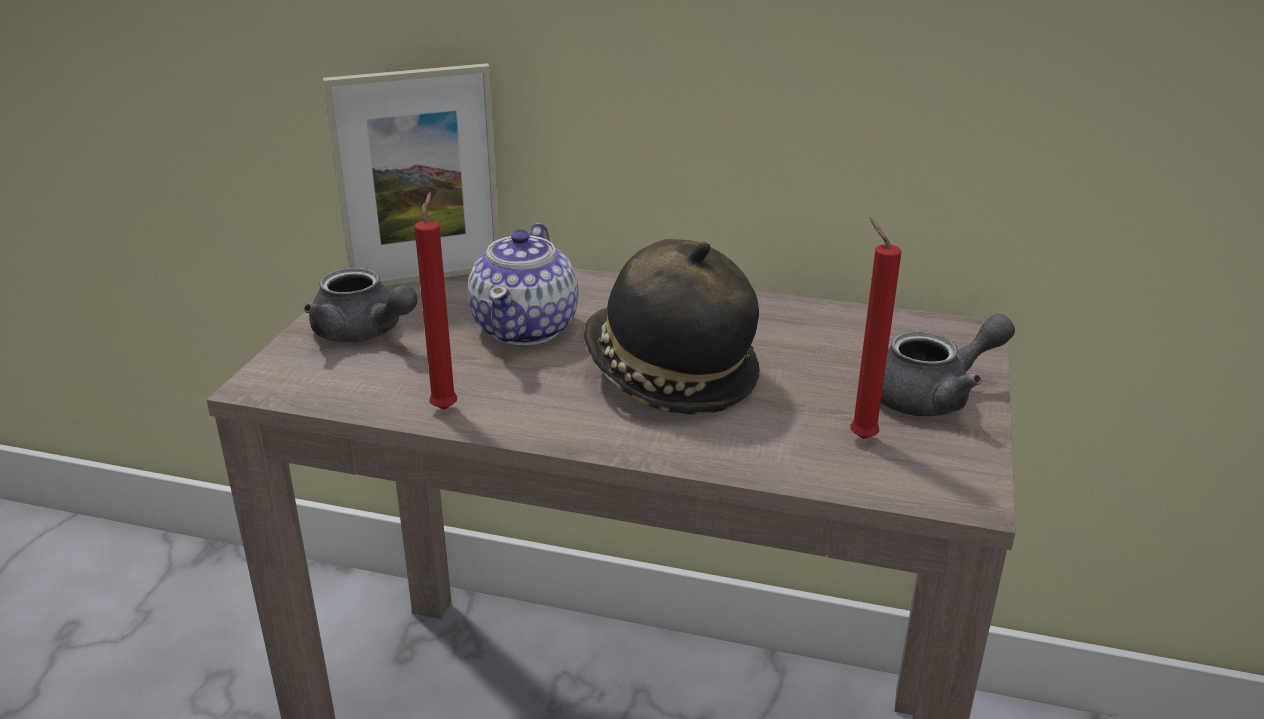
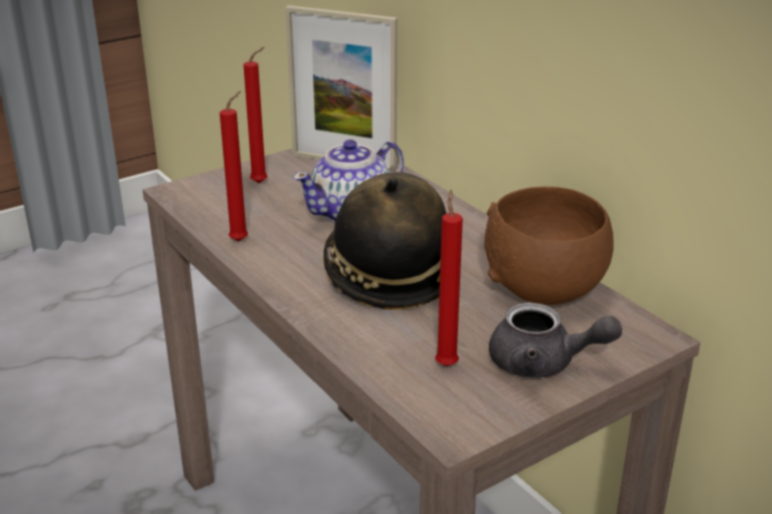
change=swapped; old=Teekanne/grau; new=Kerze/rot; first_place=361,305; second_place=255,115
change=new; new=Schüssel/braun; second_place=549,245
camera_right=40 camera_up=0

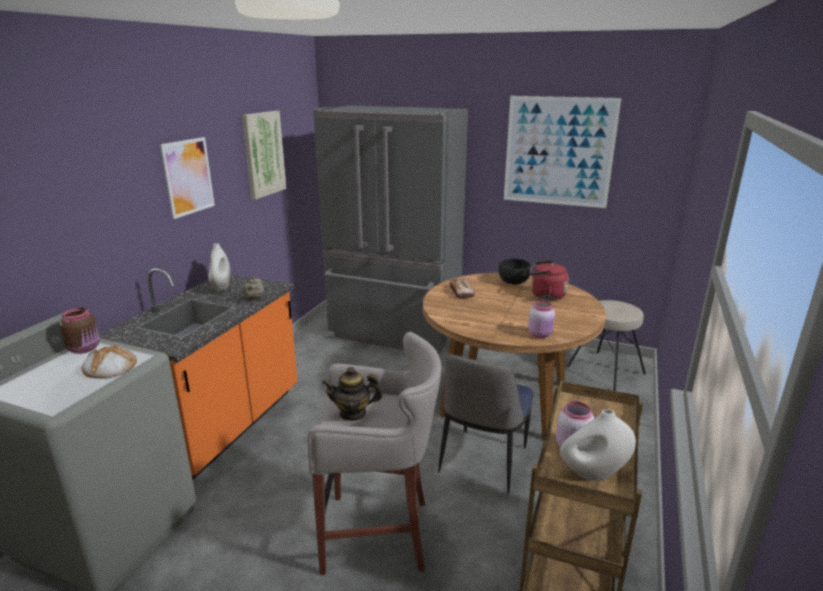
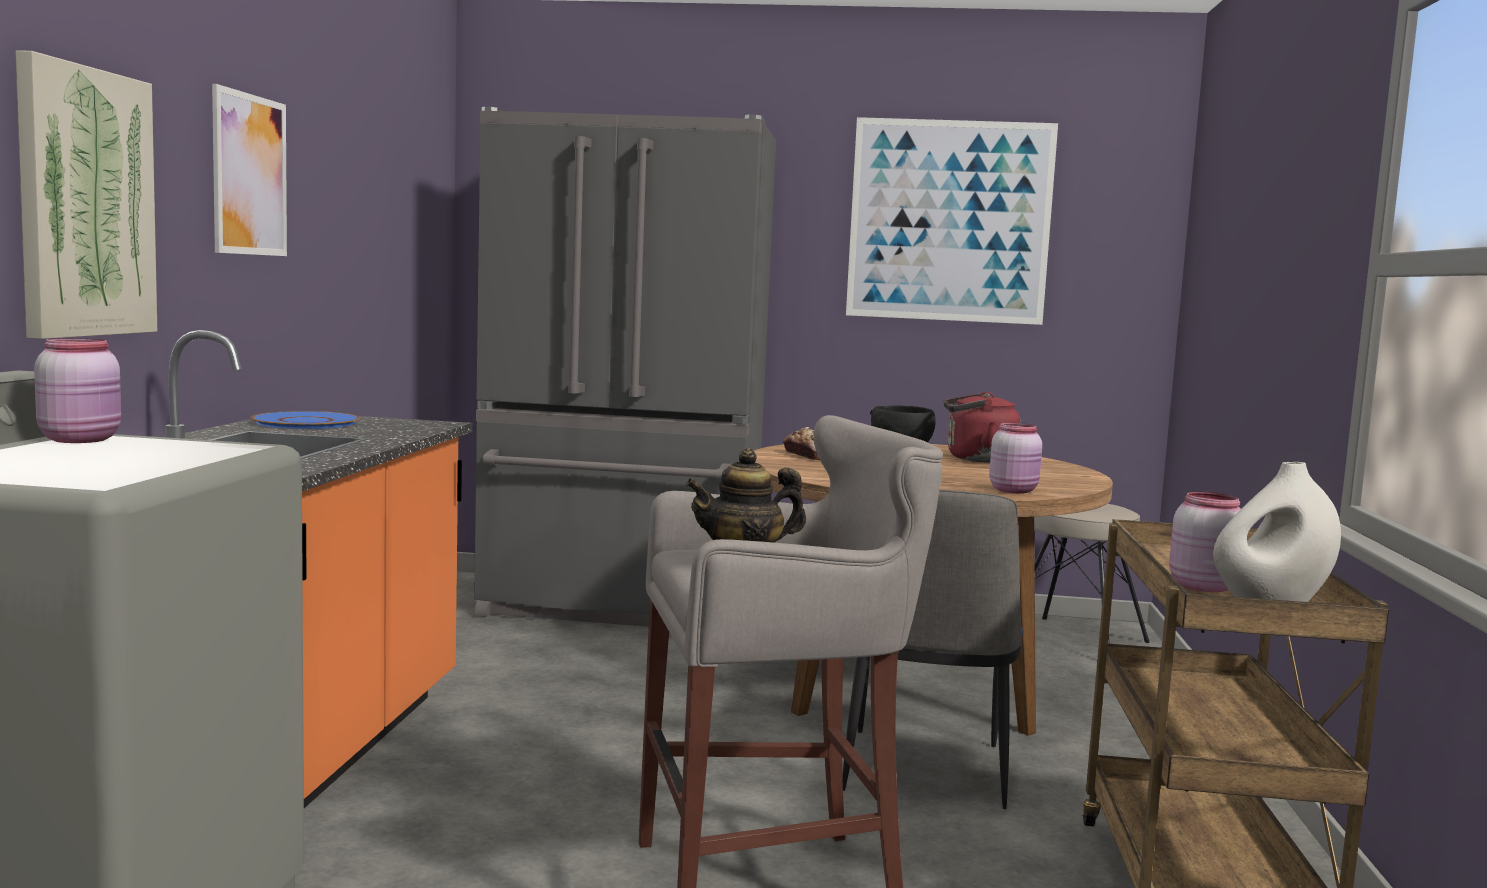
change=shifted; old=Bild; first_place=264,155; second_place=86,194
change=swapped; old=Vase/weiß; new=Teller/blau; first_place=219,267; second_place=305,420
change=gone; old=Teekanne/beige; first_place=254,287
change=repainted; old=Vorratsglas/braun; new=Vorratsglas/rosa; first_place=80,331; second_place=77,390
change=gone; old=Brot; first_place=109,362
camera_right=-15 camera_up=-15

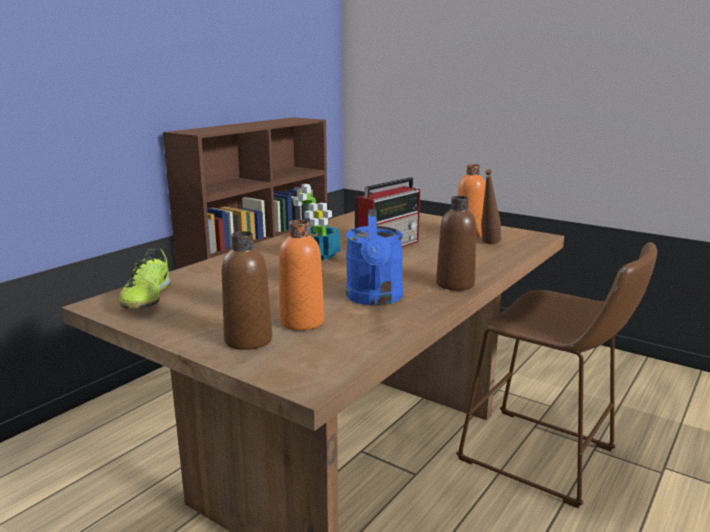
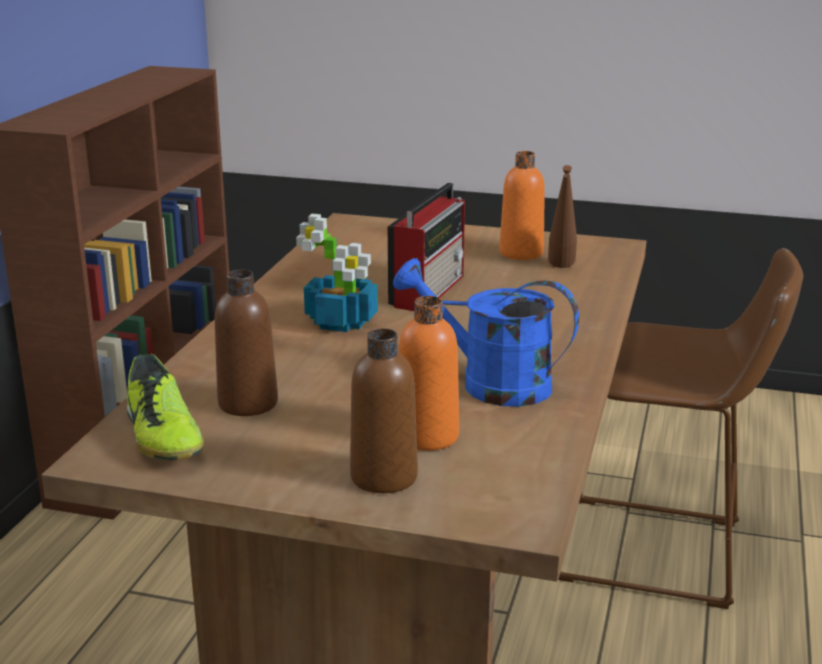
change=shifted; old=Flasche/braun; first_place=456,243; second_place=246,343
change=rotated; old=Gießkanne/blau; first_place=374,258; second_place=486,332; degrees=135
camera_right=-20 camera_up=5

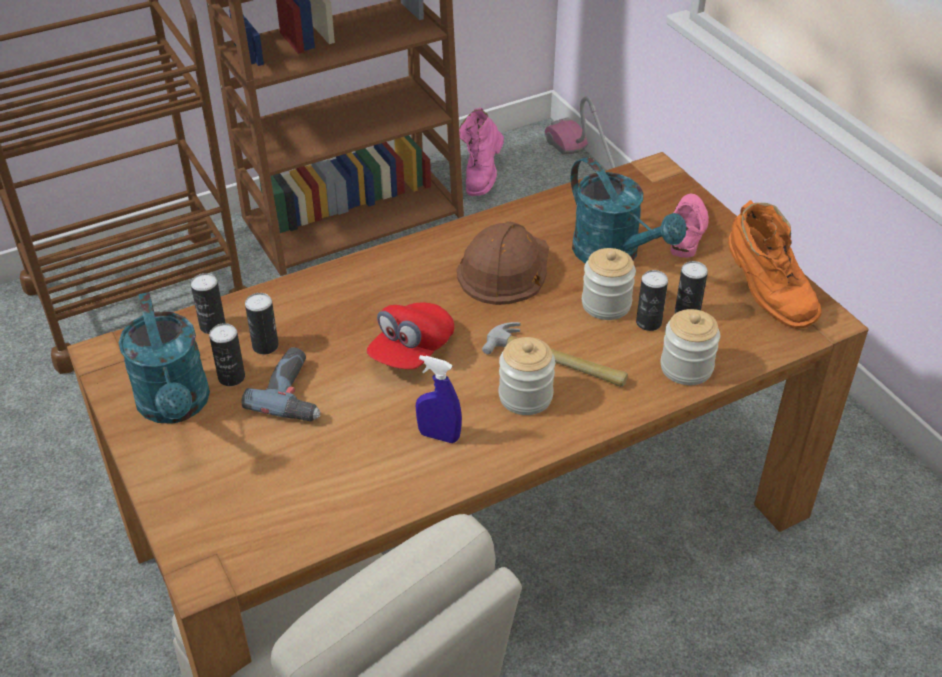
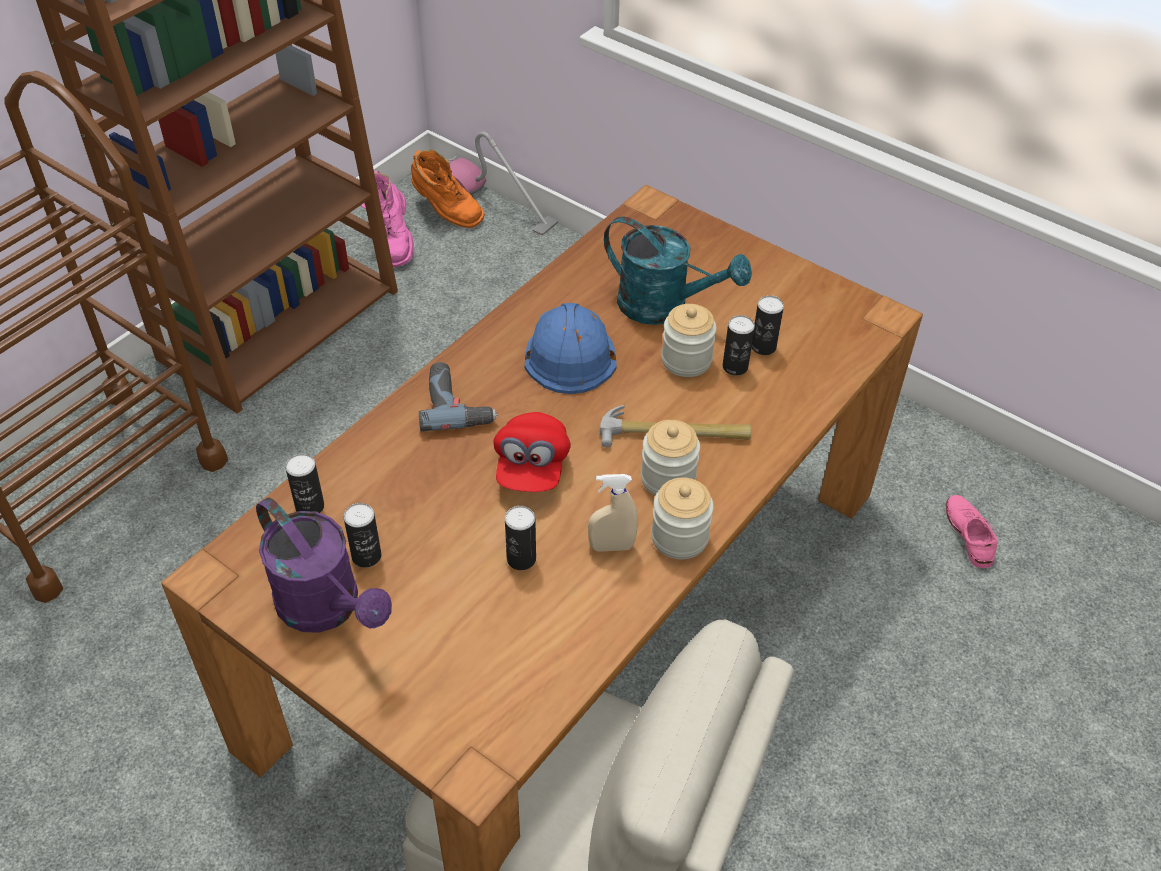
change=shifted; old=Schuh/rosa; first_place=689,226; second_place=972,531
change=shifted; old=Stiefel/orange; first_place=774,264; second_place=448,188
change=repainted; old=Schutzhelm/braun; new=Schutzhelm/blau; first_place=503,263; second_place=571,348
change=repainted; old=Gießkanne/türkis; new=Gießkanne/lila; first_place=164,358; second_place=324,565
change=shifted; old=Dose; first_place=262,324; second_place=520,538
change=shifted; old=Vorratsglas; first_place=690,347; second_place=682,518
change=shifted; old=Bohrmaschine; first_place=281,384; second_place=458,397
change=repainted; old=Sprühflasche/blau; new=Sprühflasche/beige; first_place=439,399; second_place=613,513
camera_right=-25 camera_up=5

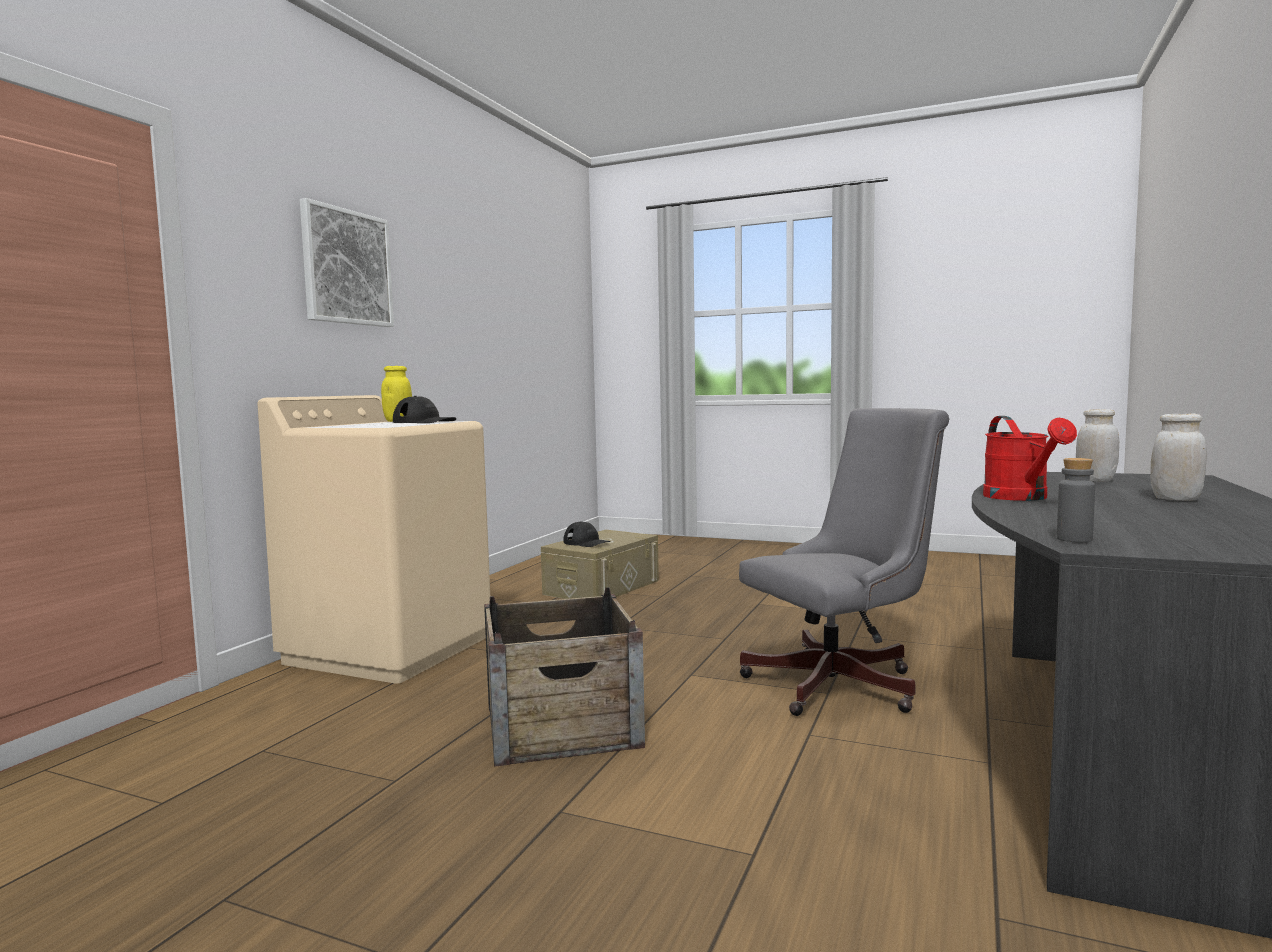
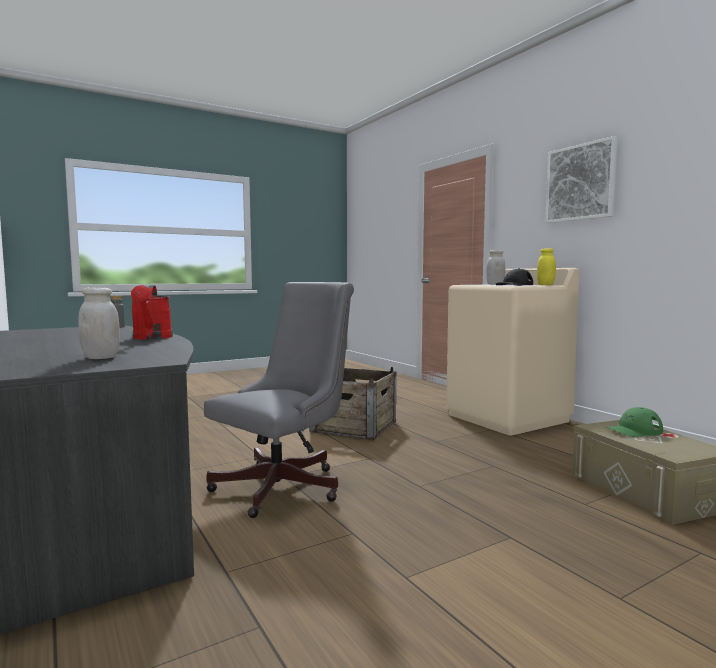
change=rotated; old=Bürostuhl/grau; first_place=844,562; second_place=279,400; degrees=-150
change=shifted; old=Vorratsglas/weiß; first_place=1178,457; second_place=495,267
change=rotated; old=Gießkanne/rot; first_place=1030,458; second_place=152,312; degrees=-135
change=repainted; old=Kappe/schwarz; new=Kappe/grün; first_place=587,534; second_place=634,422
camera_right=125 camera_up=0

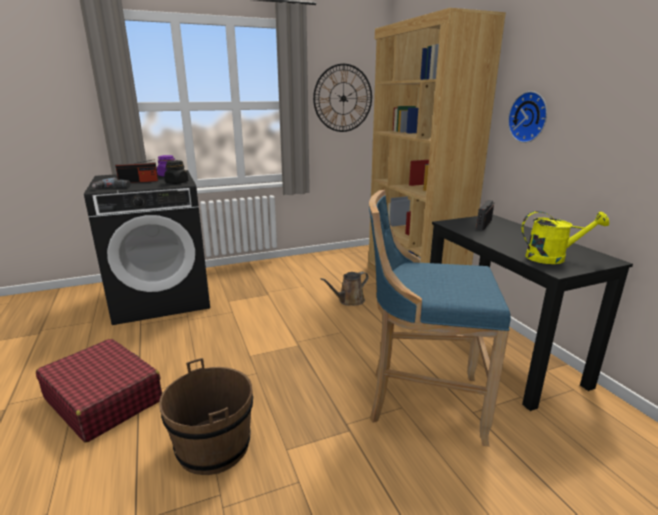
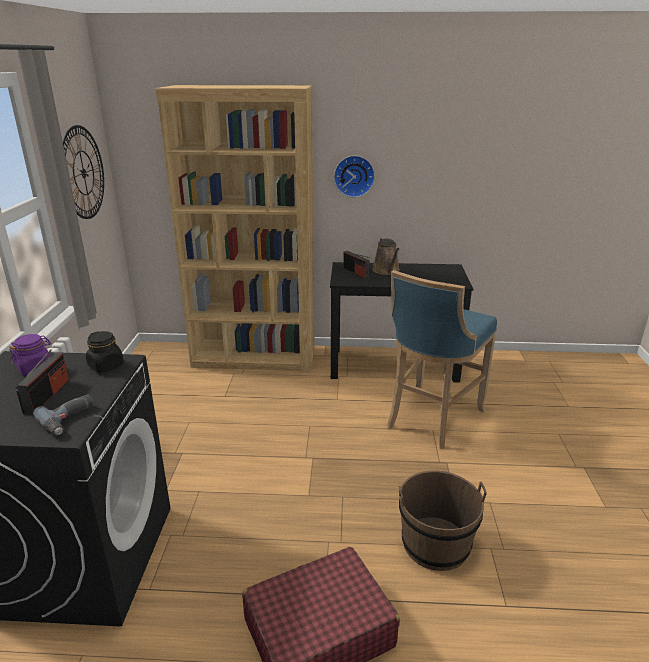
change=gone; old=Gießkanne/gelb; first_place=565,237
change=shifted; old=Gießkanne/braun; first_place=344,289; second_place=386,256
camera_right=-65 camera_up=5

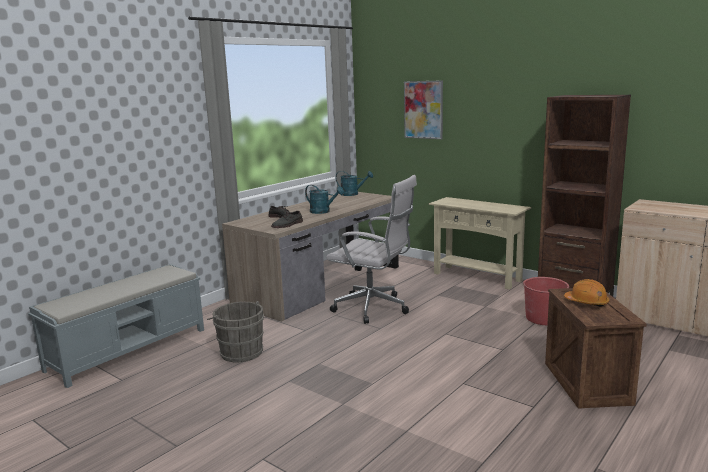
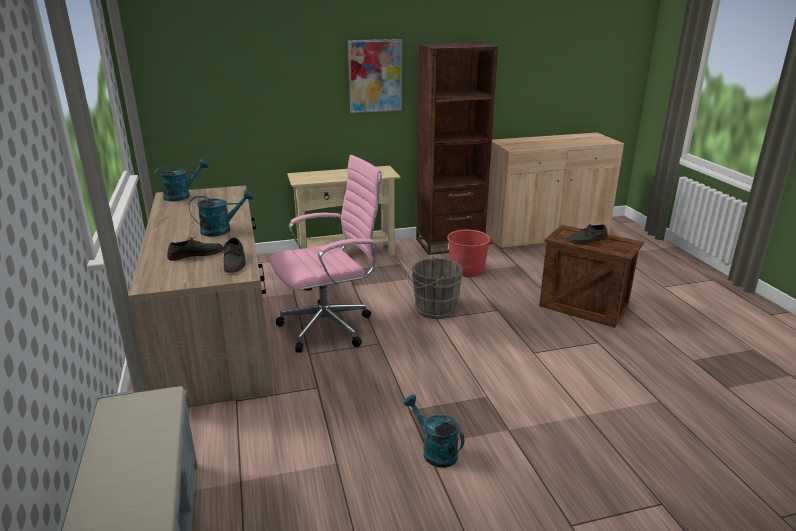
change=shifted; old=Bild; first_place=423,109; second_place=375,76
change=repainted; old=Bürostuhl/weiß; new=Bürostuhl/rosa; first_place=371,249; second_place=326,254
change=swapped; old=Schutzhelm/orange; new=Schuh/grau; first_place=586,293; second_place=587,234
change=shifted; old=Eimer/grau; first_place=235,331; second_place=435,287
change=new; new=Gießkanne/türkis; second_place=434,431
camera_right=-55 camera_up=10

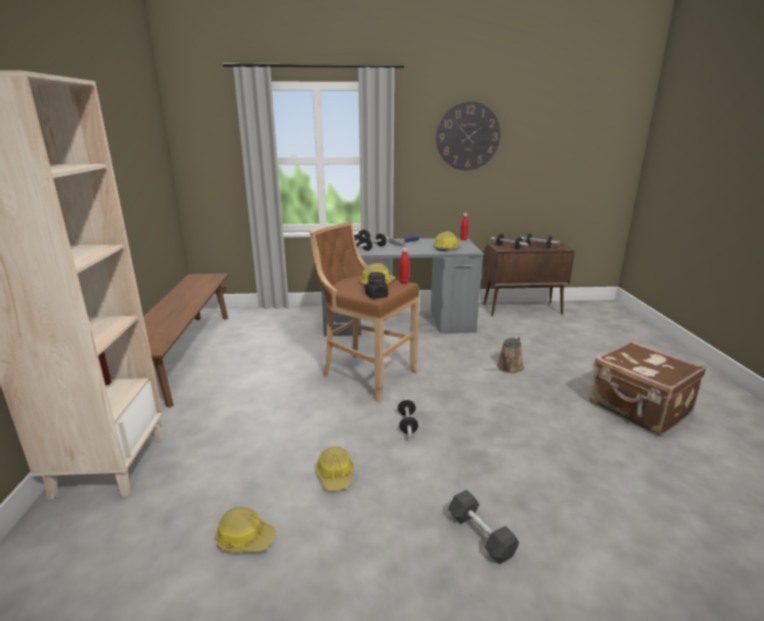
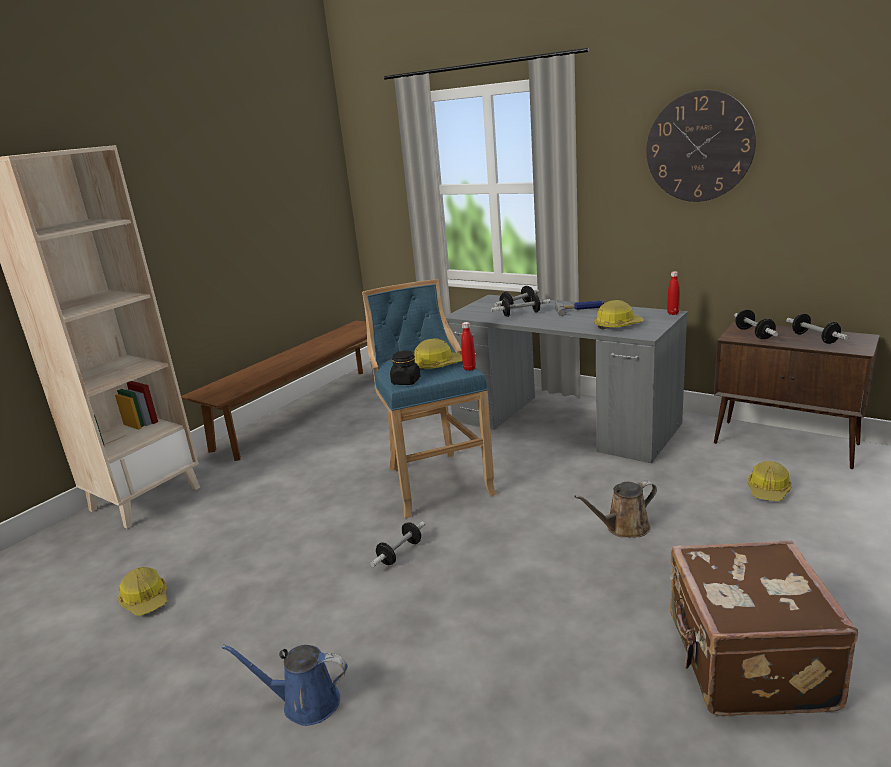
change=repainted; old=Hocker/braun; new=Hocker/blau; first_place=365,312; second_place=429,398
change=shifted; old=Schutzhelm; first_place=335,468; second_place=770,481
change=swapped; old=Hantel/schwarz; new=Gießkanne/blau; first_place=483,527; second_place=285,685
camera_right=40 camera_up=0

